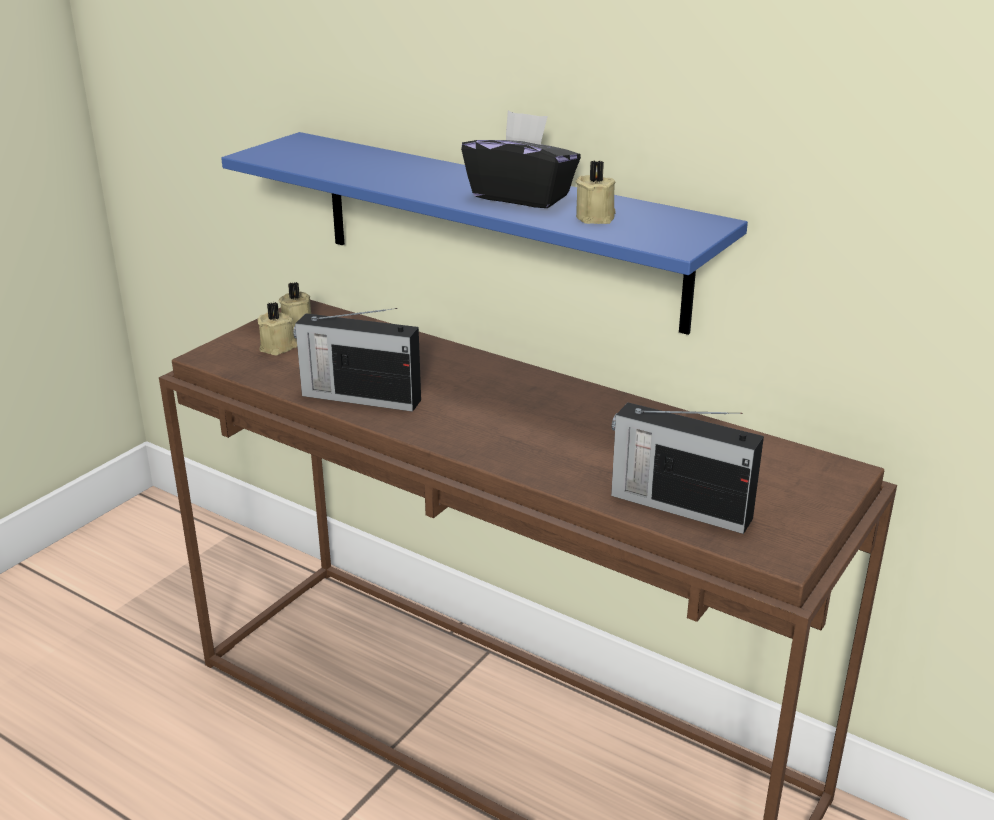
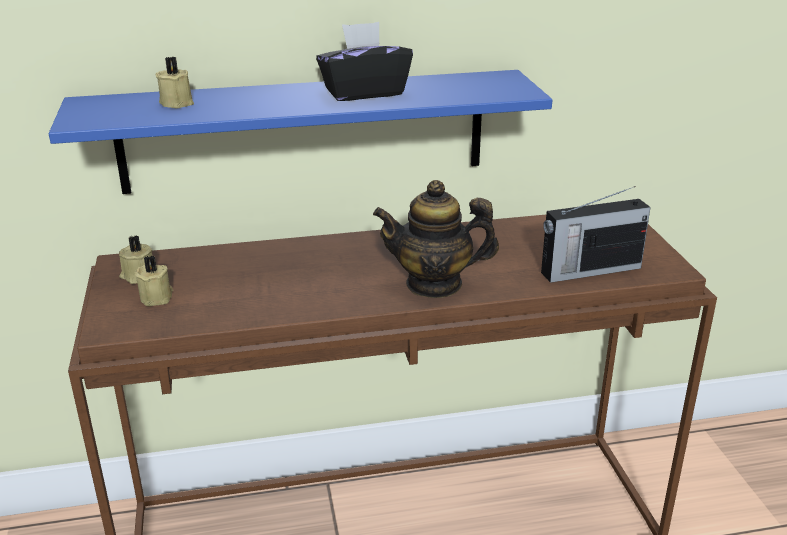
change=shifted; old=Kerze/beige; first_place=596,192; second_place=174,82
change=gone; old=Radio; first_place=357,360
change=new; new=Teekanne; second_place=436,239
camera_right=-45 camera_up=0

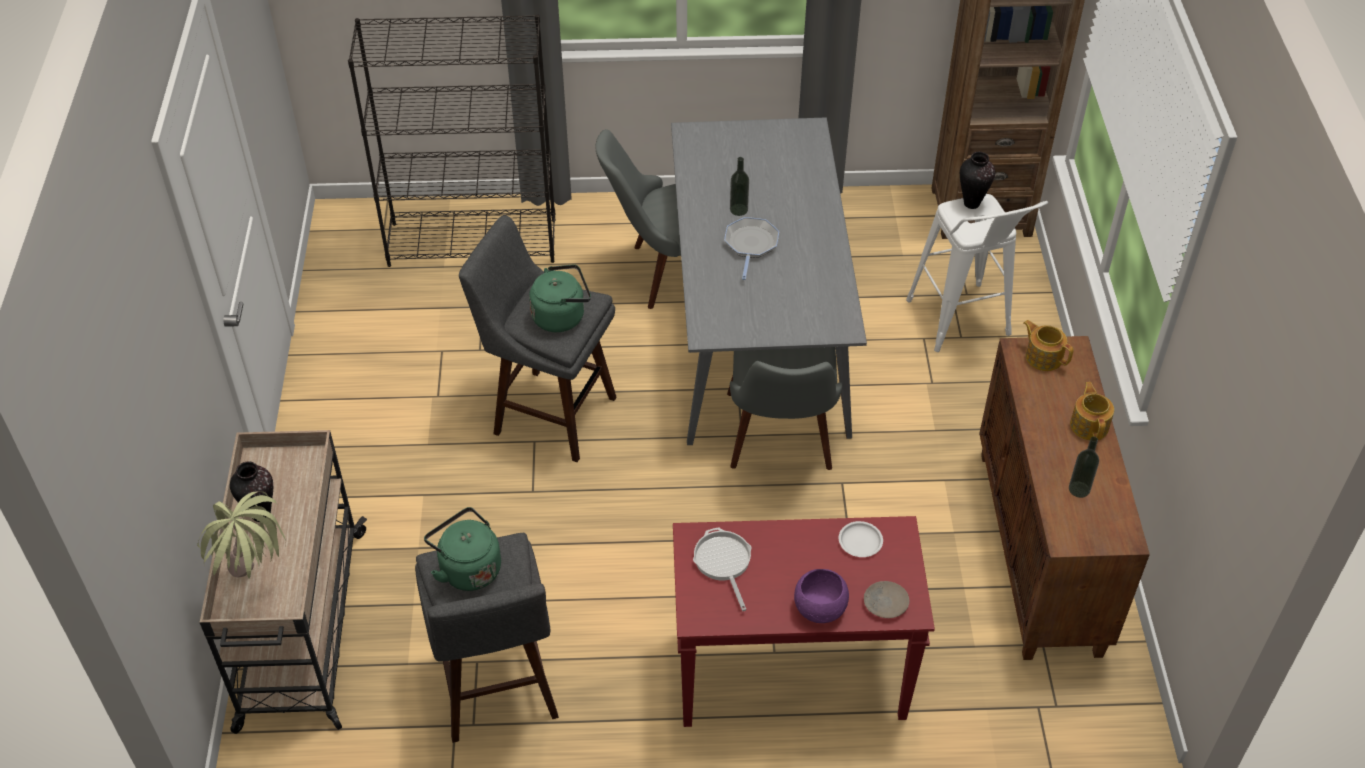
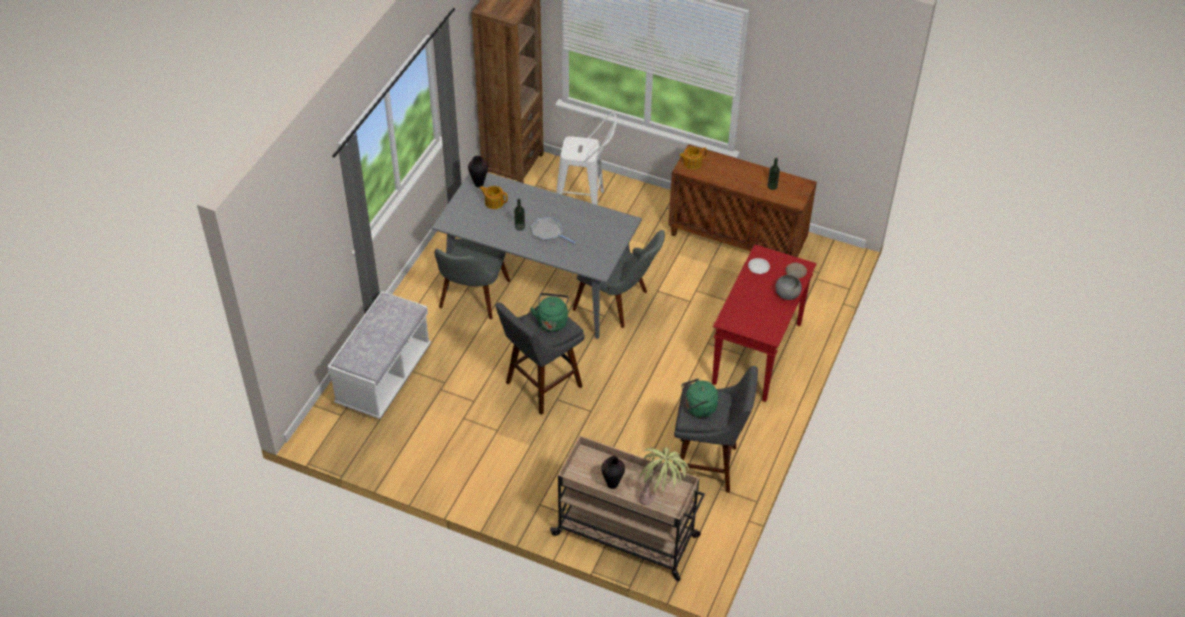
change=swapped; old=Bücherregal/schwarz; new=Bank/weiß; first_place=451,140; second_place=379,355
change=shifted; old=Vase; first_place=977,180; second_place=478,171
change=shifted; old=Teekanne; first_place=1092,411; second_place=493,197
change=gone; old=Pfanne; first_place=722,569
change=repainted; old=Schüssel/lila; new=Schüssel/grau; first_place=821,596; second_place=788,287
camera_right=-65 camera_up=0

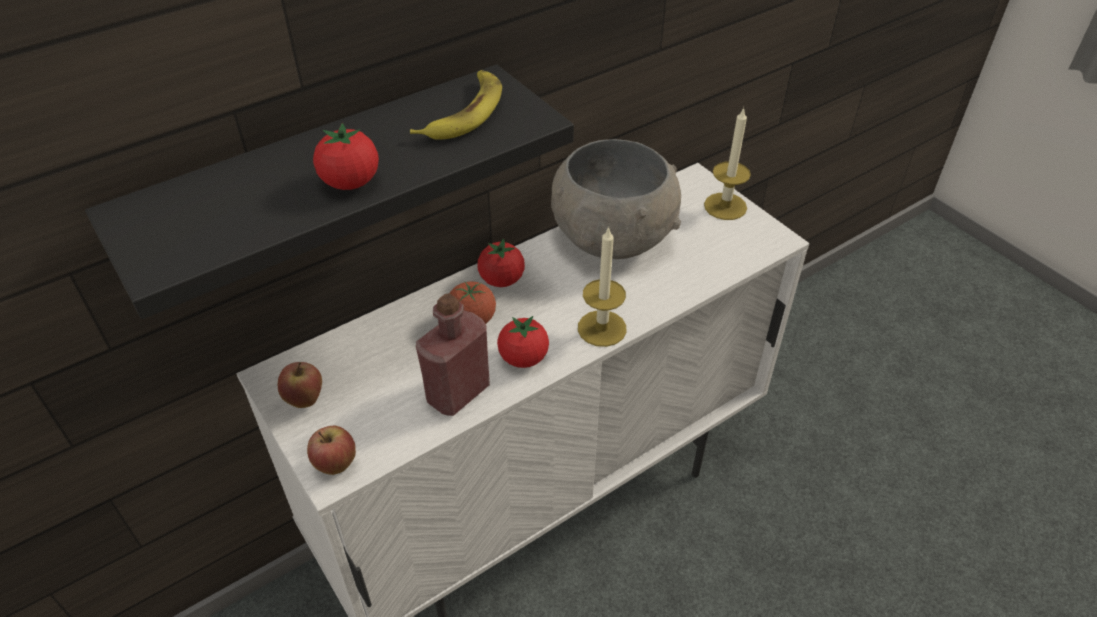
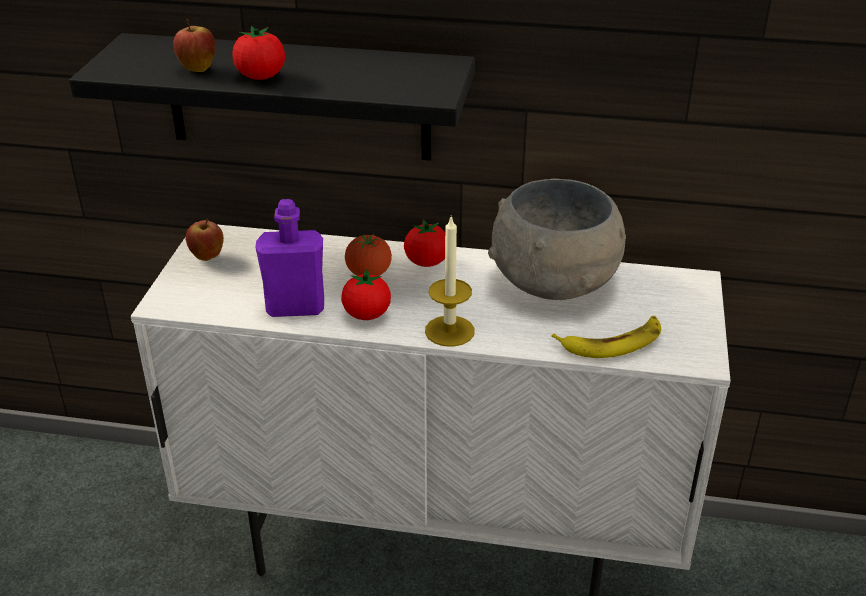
change=shifted; old=Banane; first_place=456,105; second_place=606,337
change=gone; old=Kerze; first_place=727,163
change=repainted; old=Flasche/rot; new=Flasche/lila; first_place=453,354; second_place=289,258
change=shifted; old=Apfel; first_place=331,450; second_place=194,45
camera_right=45 camera_up=-10

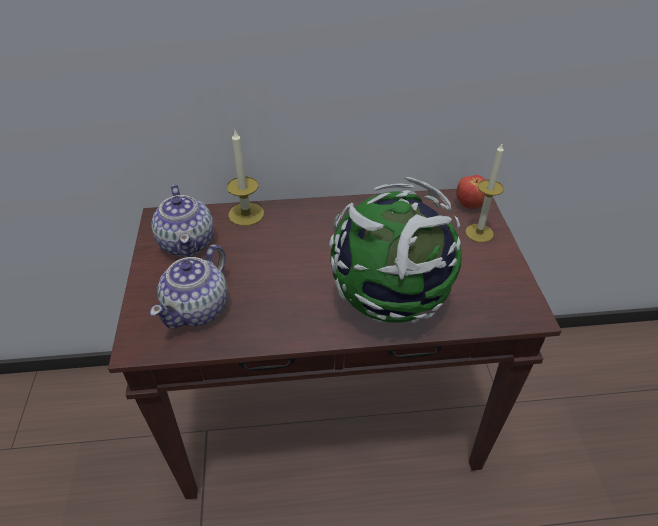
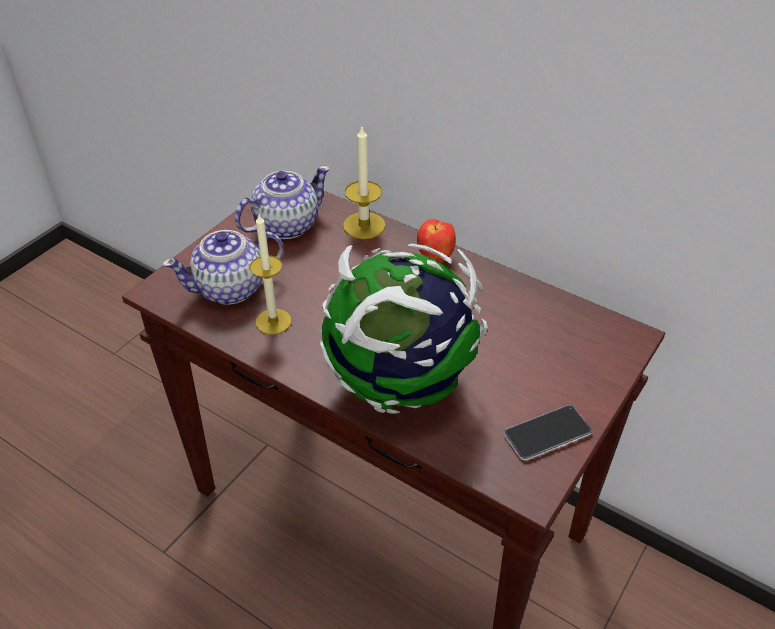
change=shifted; old=Kerze; first_place=484,193; second_place=270,274
change=shifted; old=Apfel; first_place=471,192; second_place=436,240
change=rotated; old=Teekanne; first_place=182,221; second_place=282,202; degrees=-150
change=new; new=Handy; second_place=548,433
camera_right=40 camera_up=0

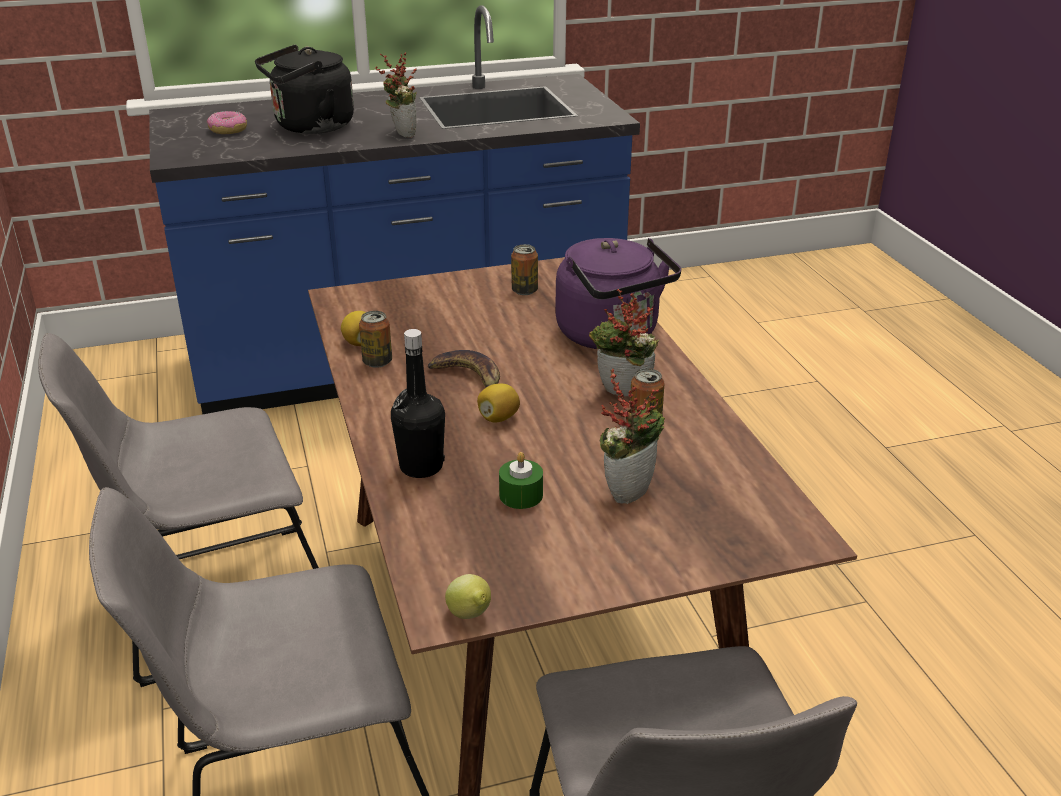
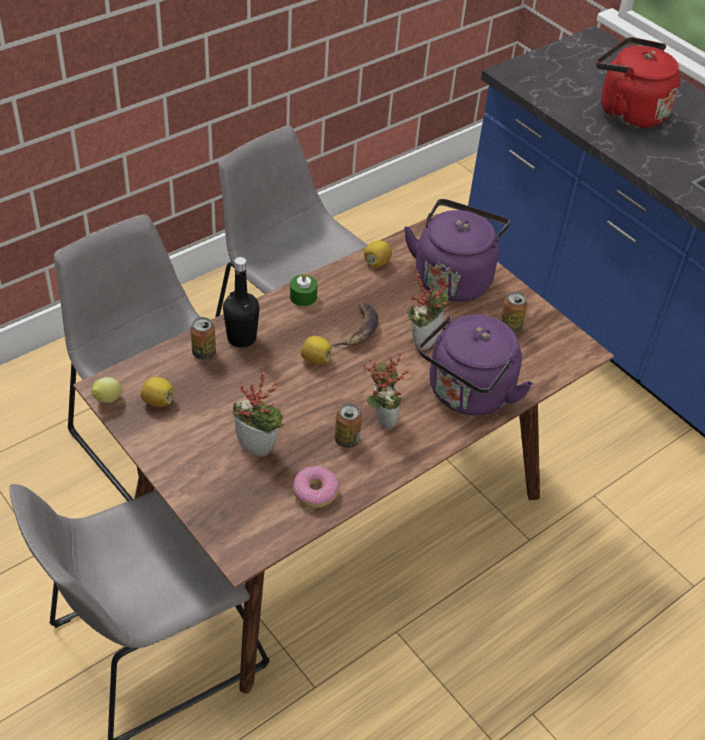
change=repainted; old=Wasserkessel/schwarz; new=Wasserkessel/rot; first_place=304,89; second_place=638,82
change=shifted; old=Topfpflanze; first_place=396,95; second_place=428,310
change=shifted; old=Donut; first_place=227,122; second_place=316,487
change=shifted; old=Dose; first_place=375,339; second_place=203,338
change=shifted; old=Kerze/grün; first_place=521,480; second_place=304,289
change=new; new=Wasserkessel/lila; second_place=457,250
change=new; new=Zitrone; second_place=157,392
camera_right=65 camera_up=15

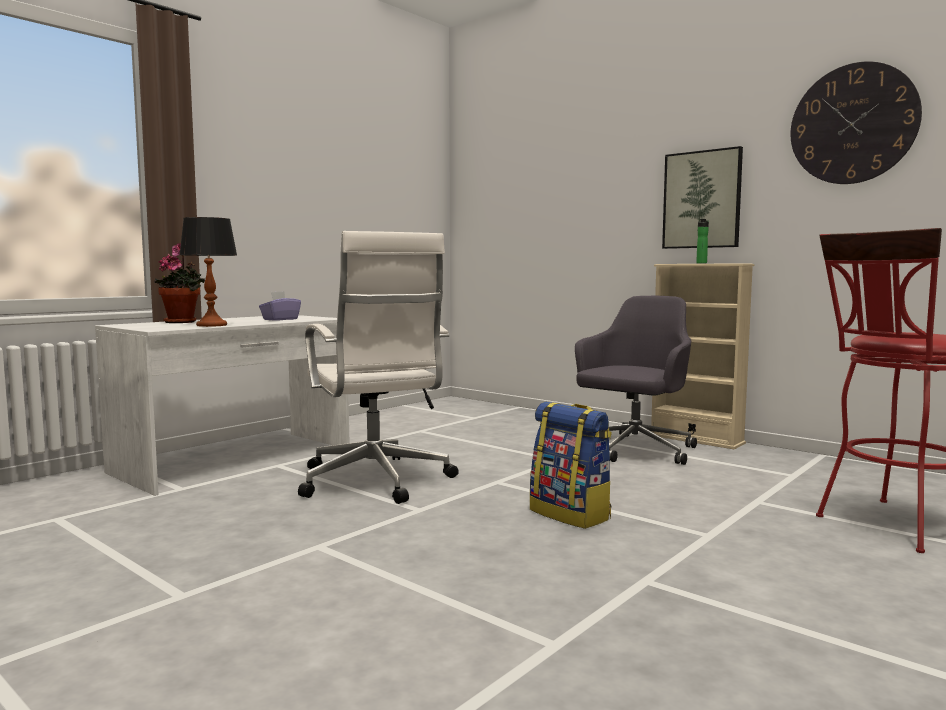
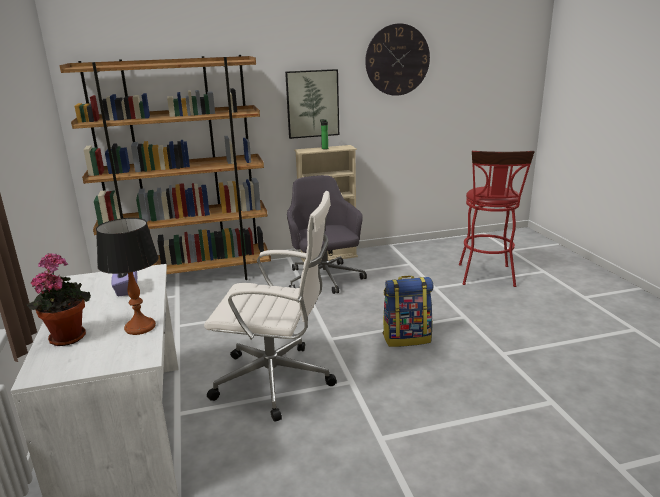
change=new; new=Bücherregal/braun; second_place=165,167
camera_right=-55 camera_up=15

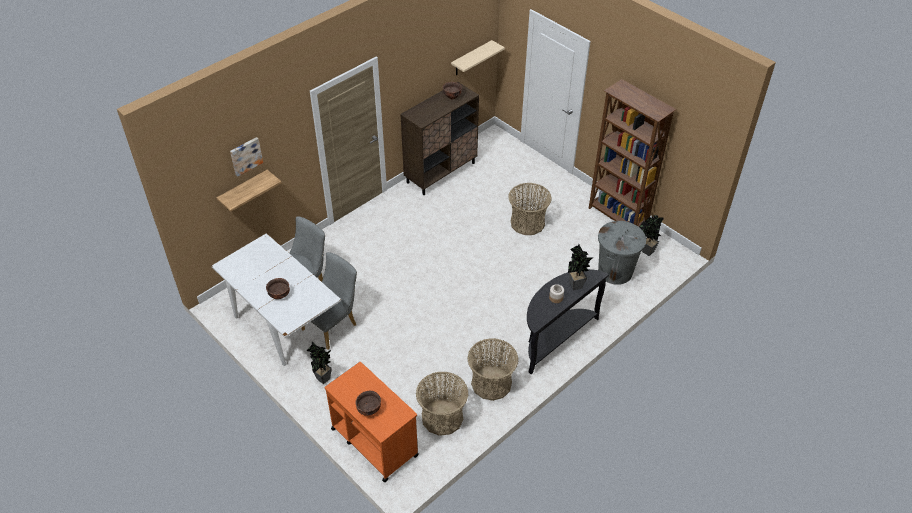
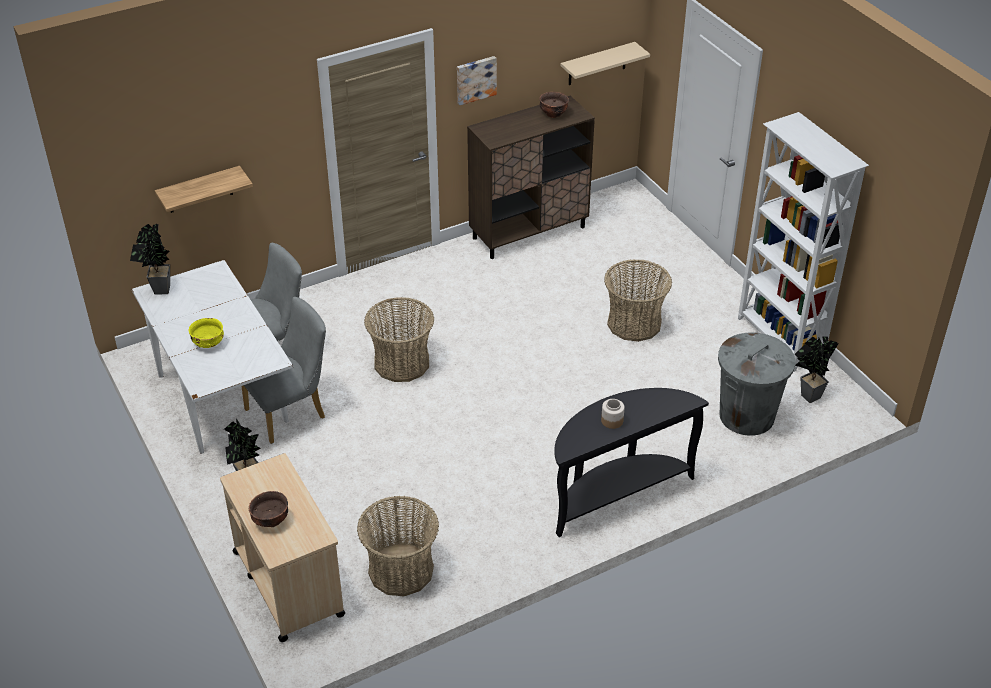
change=repainted; old=Bücherregal/braun; new=Bücherregal/weiß; first_place=632,153; second_place=803,242
change=shifted; old=Bild; first_place=246,157; second_place=477,80
change=shifted; old=Topfpflanze; first_place=580,267; second_place=150,259
change=repainted; old=Schüssel/braun; new=Schüssel/gelb; first_place=278,288; second_place=206,333
change=shifted; old=Korb; first_place=493,369; second_place=399,339
change=repainted; old=Rollwagen/orange; new=Rollwagen/beige; first_place=372,422; second_place=283,547
camera_right=15 camera_up=-5

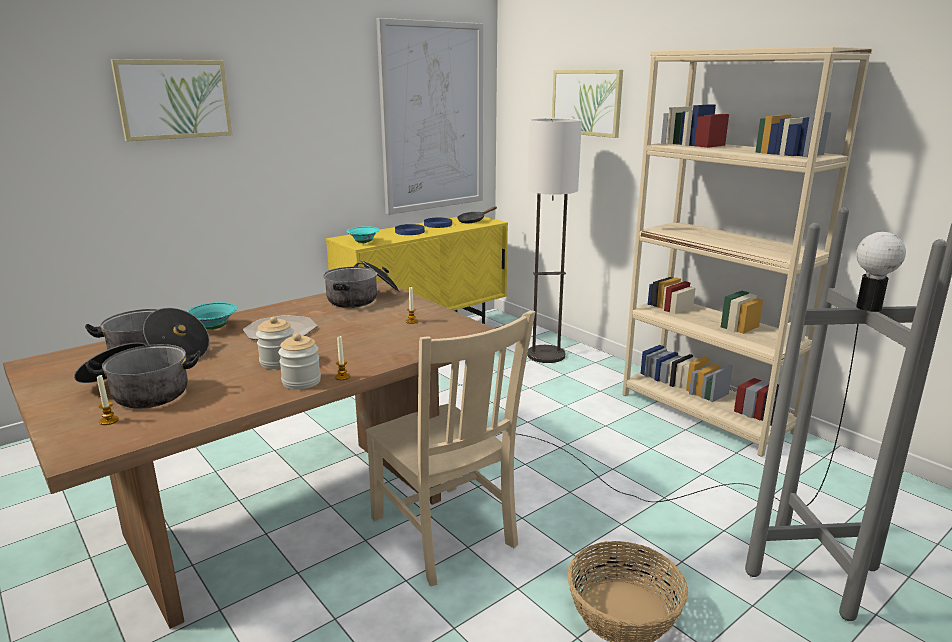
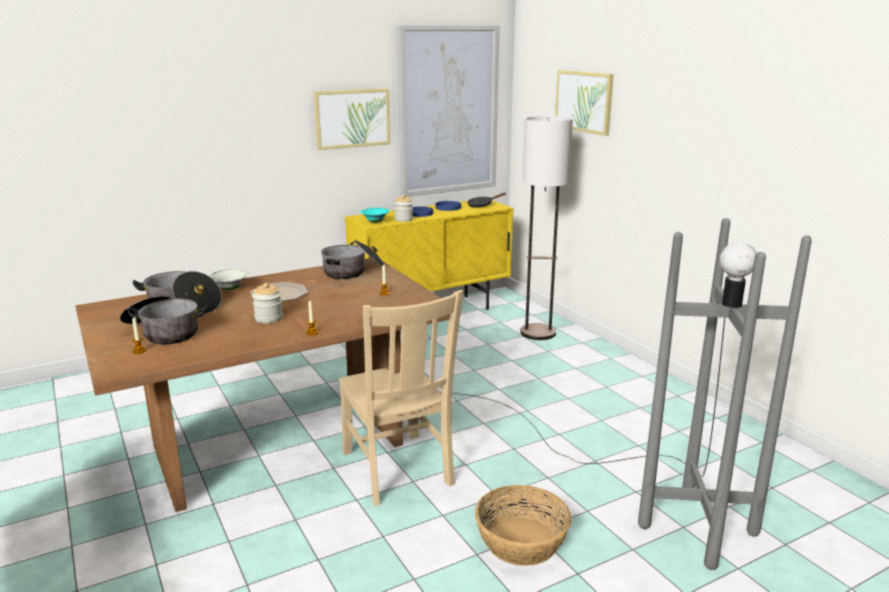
change=gone; old=Bücherregal/beige; first_place=747,251
change=shifted; old=Bild; first_place=172,100; second_place=352,119
change=repainted; old=Schüssel/türkis; new=Schüssel/weiß; first_place=211,315; second_place=228,279
change=shifted; old=Vorratsglas; first_place=299,361; second_place=403,208
camera_right=10 camera_up=0

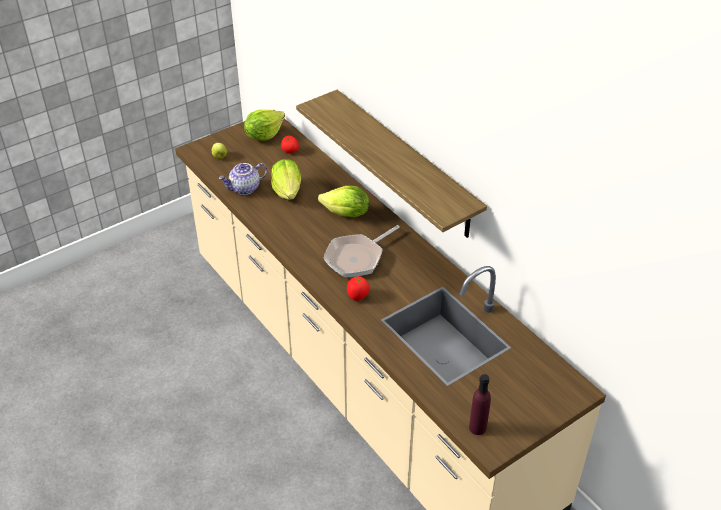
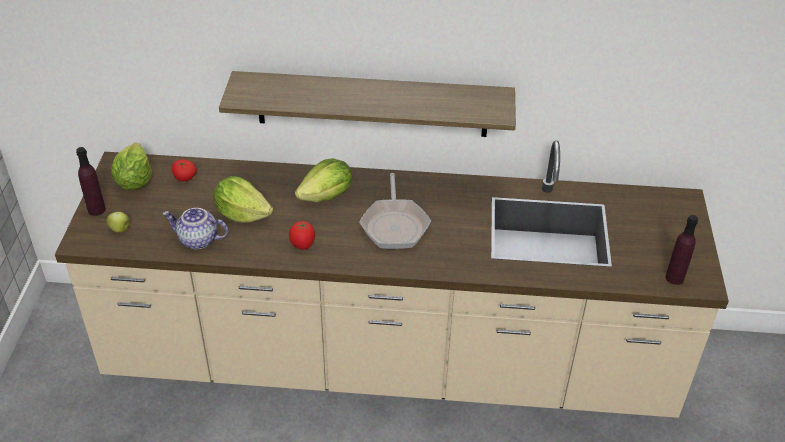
change=rotated; old=Teekanne; first_place=243,179; second_place=196,228; degrees=90
change=shifted; old=Tomate; first_place=358,288; second_place=302,235
change=new; new=Flasche/lila; second_place=91,181
camera_right=-50 camera_up=0

